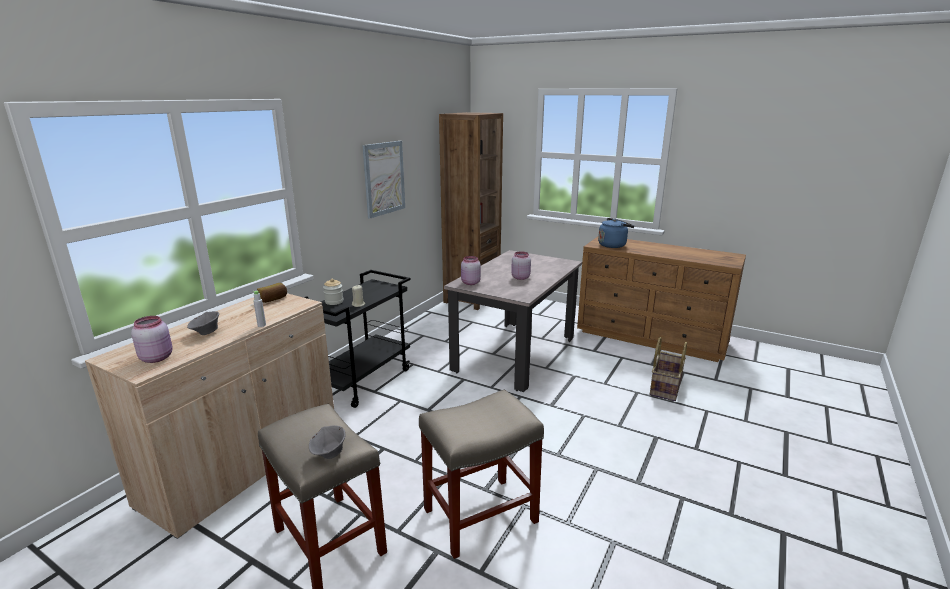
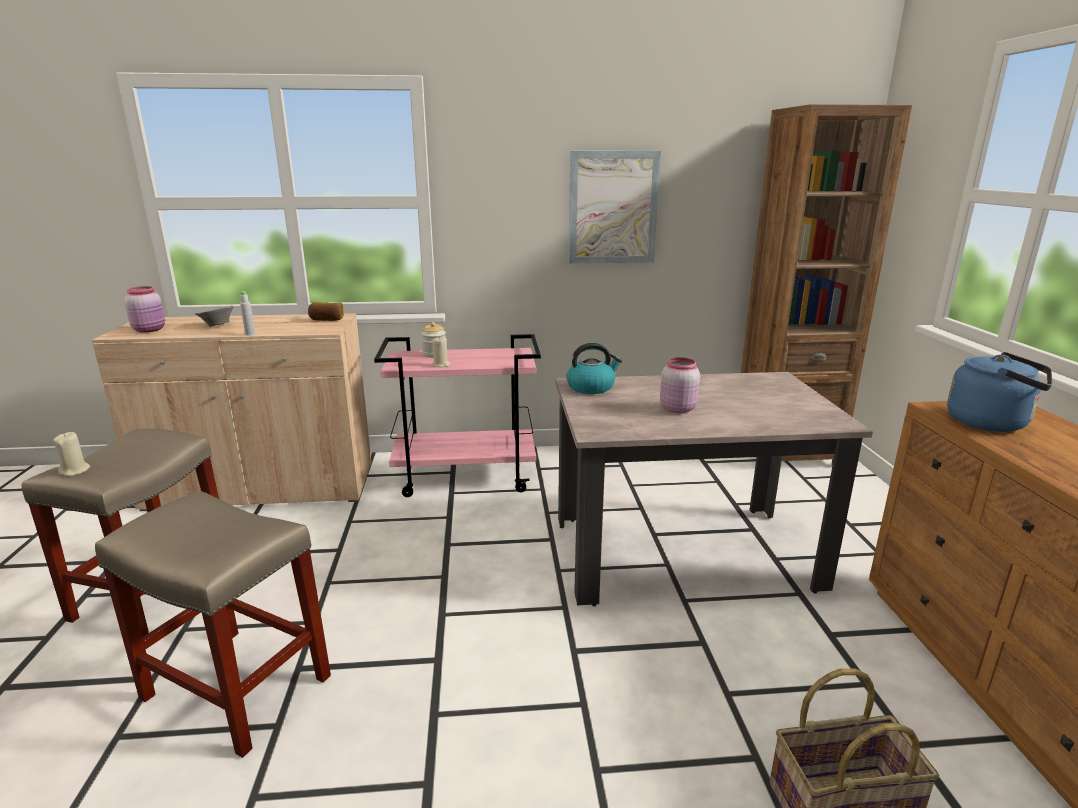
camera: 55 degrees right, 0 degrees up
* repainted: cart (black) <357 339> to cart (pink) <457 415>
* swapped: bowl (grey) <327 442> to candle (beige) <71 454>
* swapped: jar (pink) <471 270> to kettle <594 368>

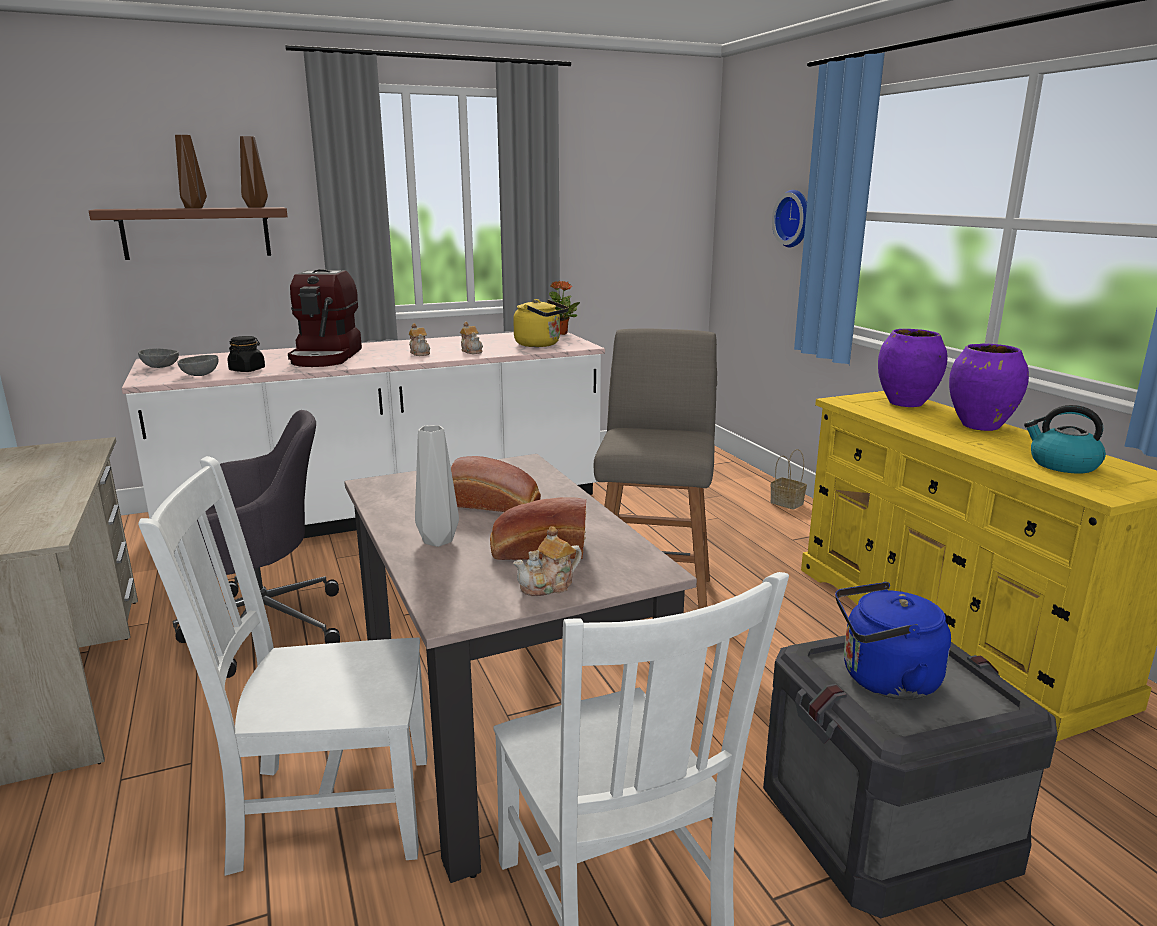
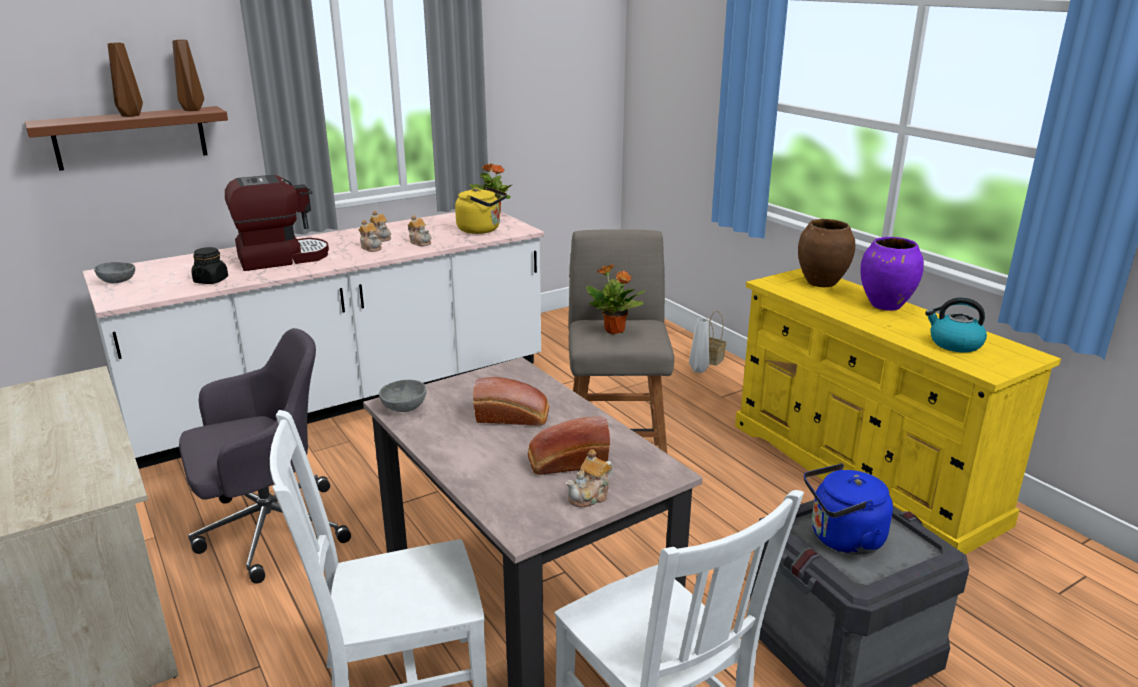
camera: 10 degrees left, 5 degrees up
* shifted: bowl (grey) <197 365> to <403 396>
* rotated: coffee machine <325 318> = <277 223> 105 degrees counterclockwise
* shifted: vase (grey) <437 486> to <699 345>
* gone: wall clock <789 218>
* repainted: vase (purple) <912 368> to vase (brown) <826 253>
* new: teapot <380 226>
* new: potted plant <615 299>

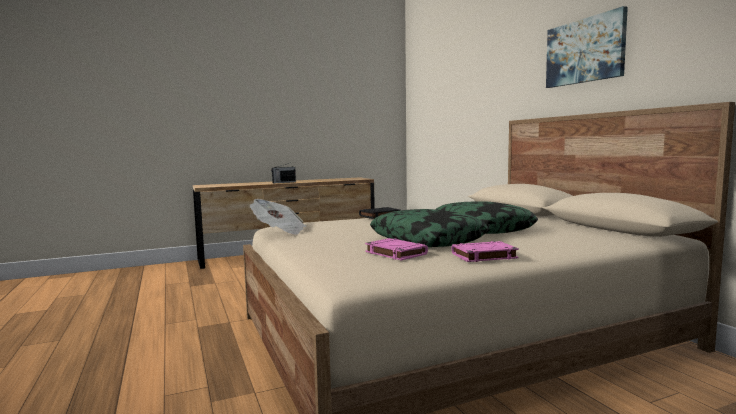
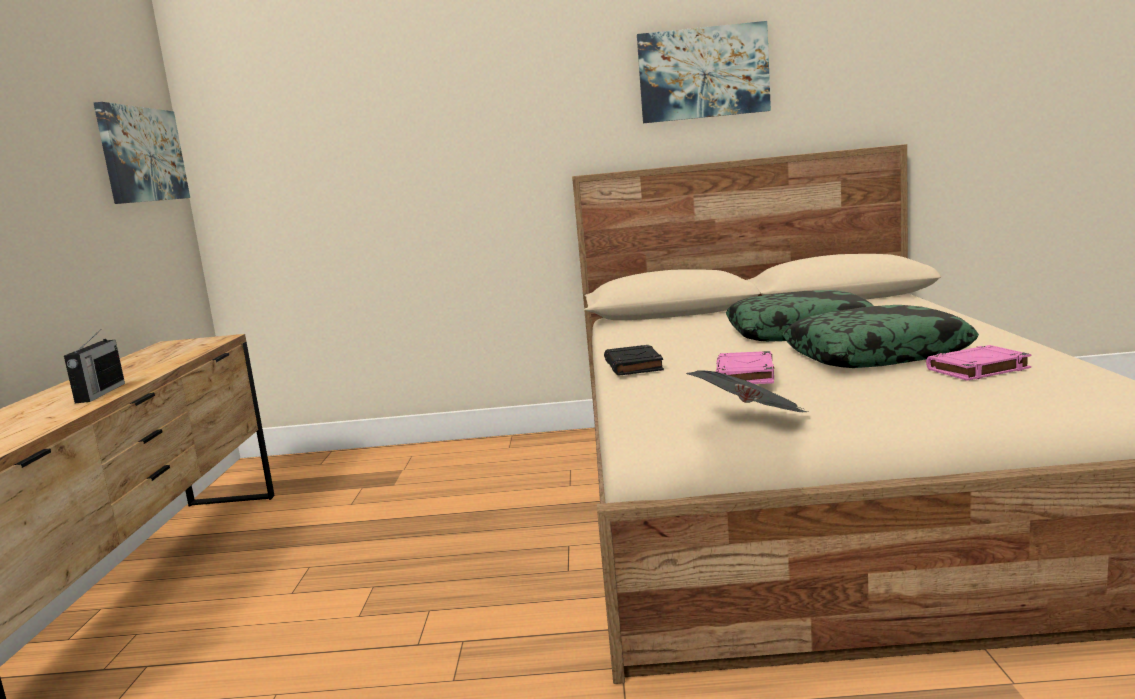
camera: 65 degrees left, 5 degrees up
* shifted: book (pink) <485 251> to <744 367>
* new: picture <142 153>

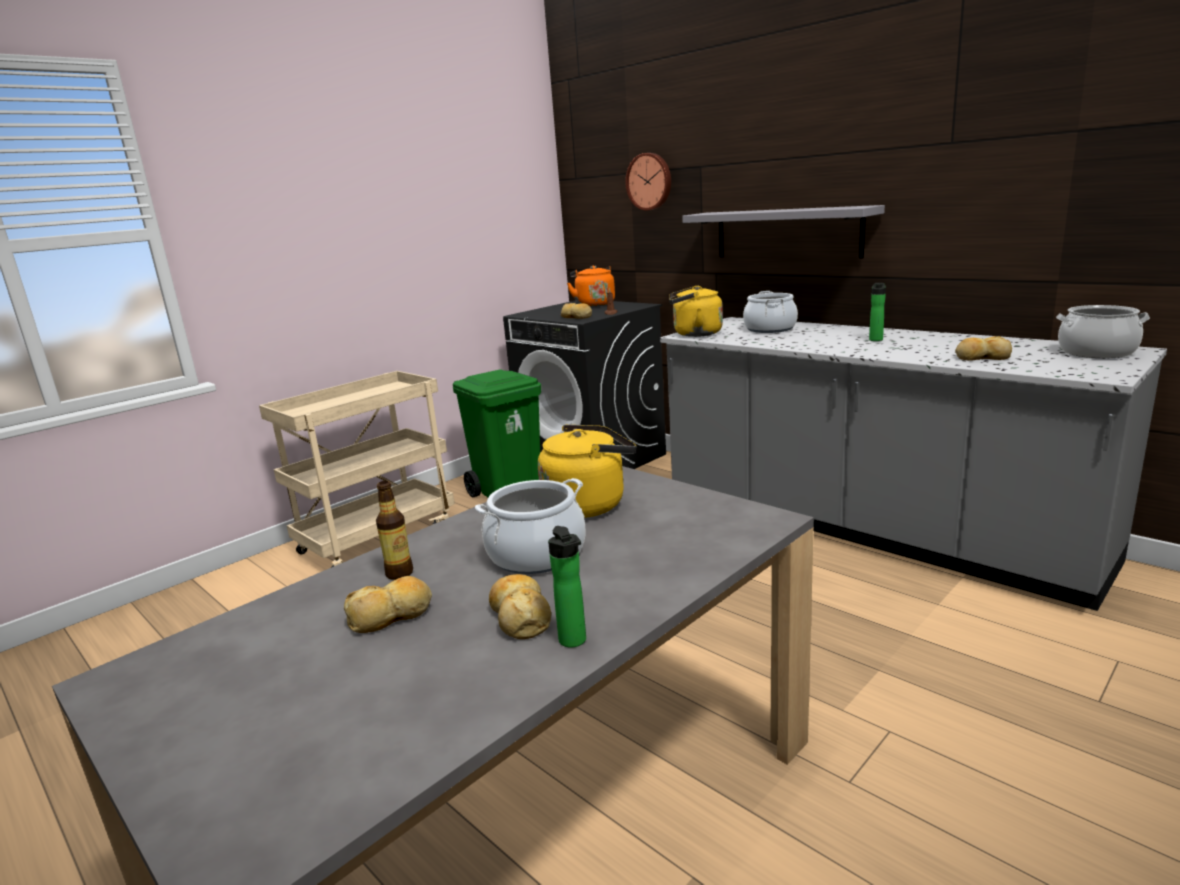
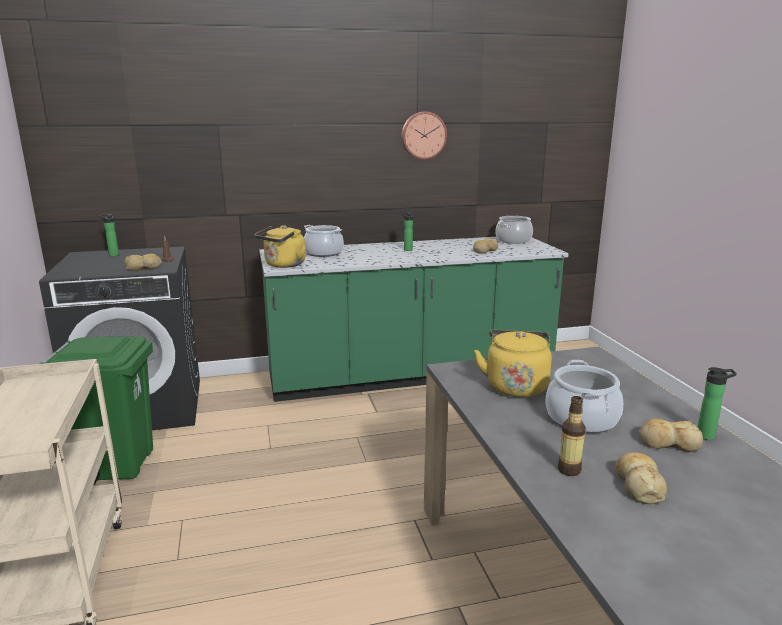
camera: 60 degrees left, 0 degrees up
* swapped: kettle (orange) <591 286> to bottle <109 235>
* shifted: wall clock <648 182> to <424 136>
* repainted: counter (grey) <913 464> to counter (green) <414 319>
* gone: shelf (grey) <783 231>

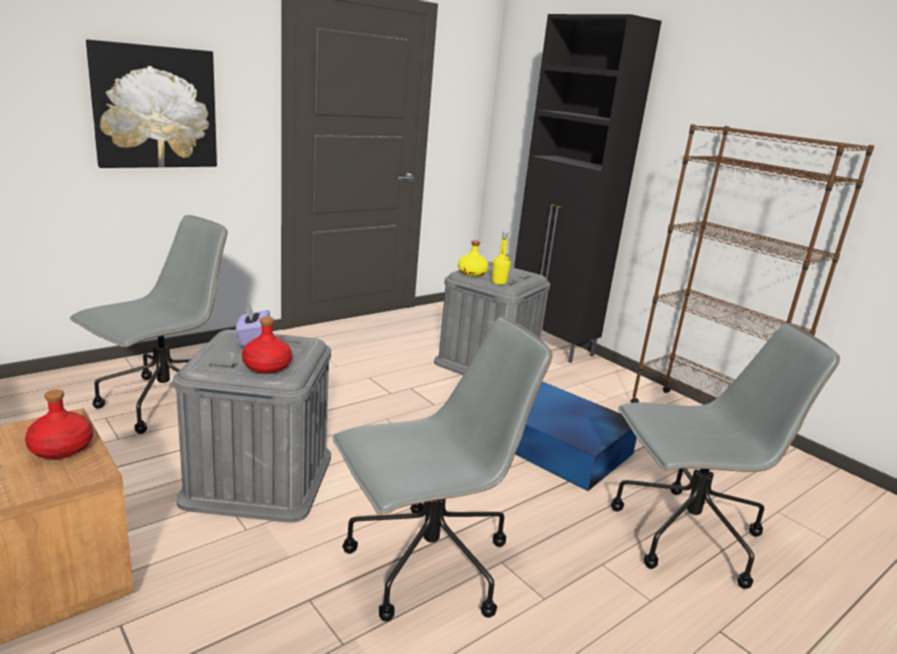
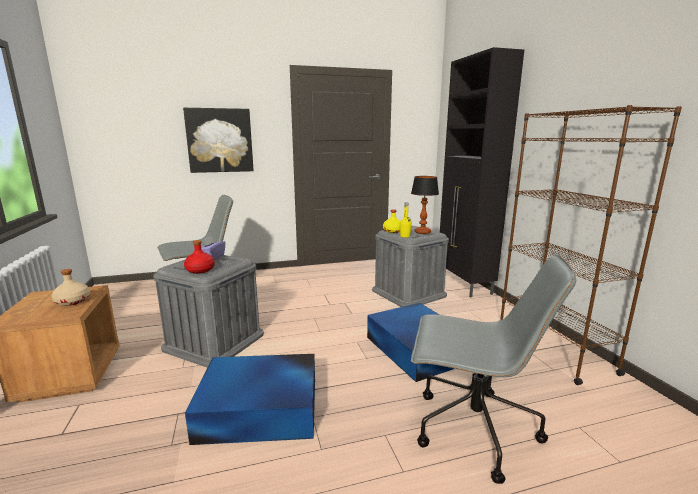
camera: 25 degrees right, 5 degrees down
* repainted: bottle (red) <59 424> to bottle (beige) <71 287>
* swapped: office chair (grey) <443 469> to storage box (blue) <250 399>
* new: table lamp <425 205>

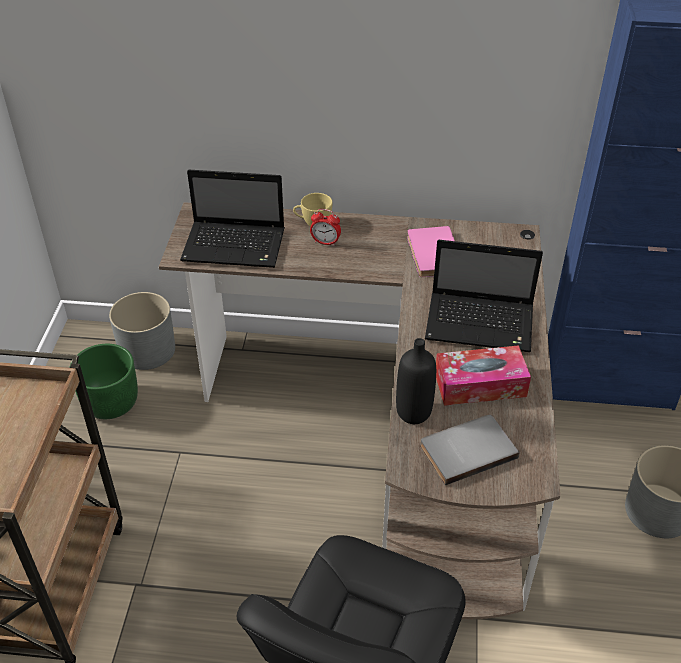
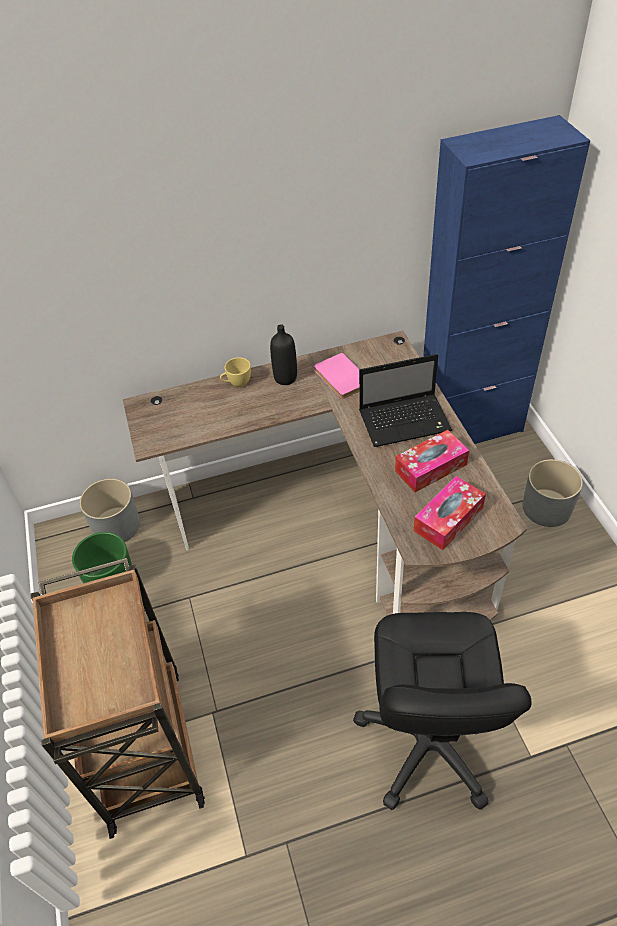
camera: 20 degrees left, 5 degrees up
* gone: laptop <232 219>
* gone: alarm clock <325 227>
* shifted: bottle (black) <416 381> to <283 354>
* swapped: book (grey) <470 450> to tissue box <450 513>

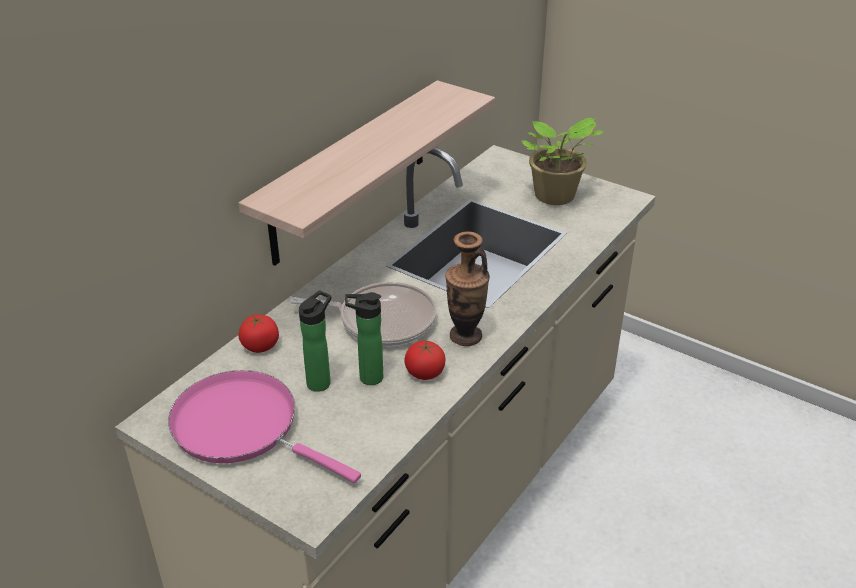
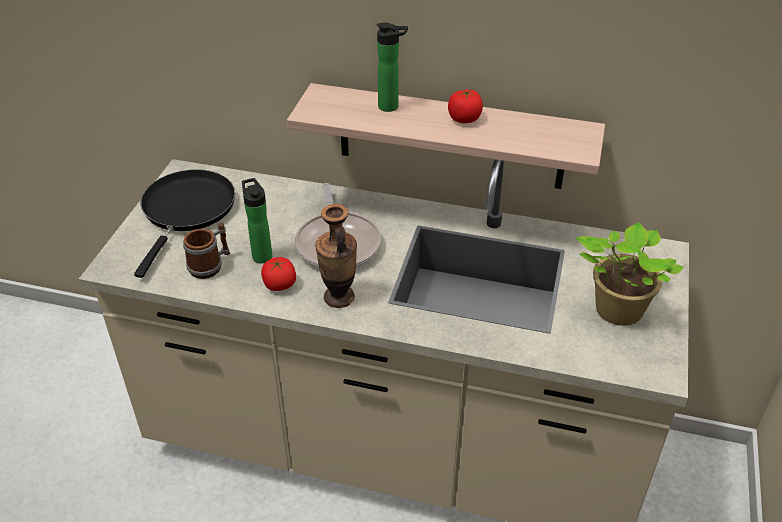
camera: 70 degrees right, 5 degrees up
* repainted: frying pan (pink) <264 426> to frying pan (black) <184 223>
* shifted: tomato <258 333> to <465 106>
* shifted: bottle <315 341> to <392 67>
* new: mug <206 251>

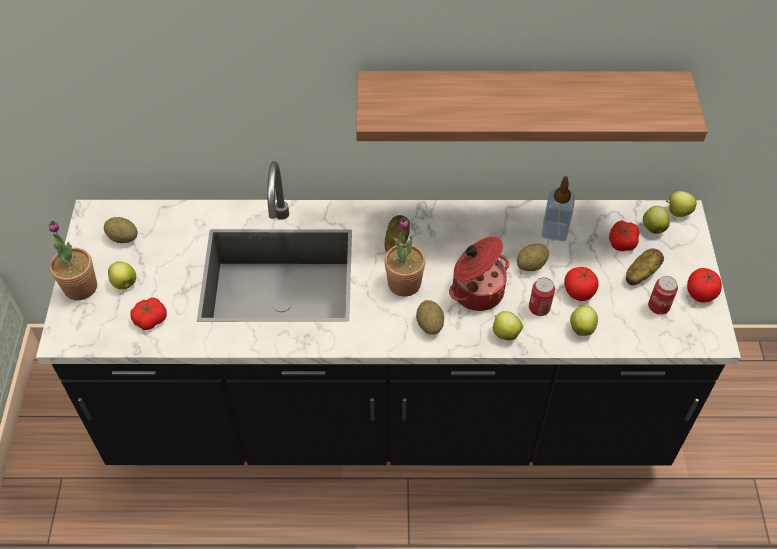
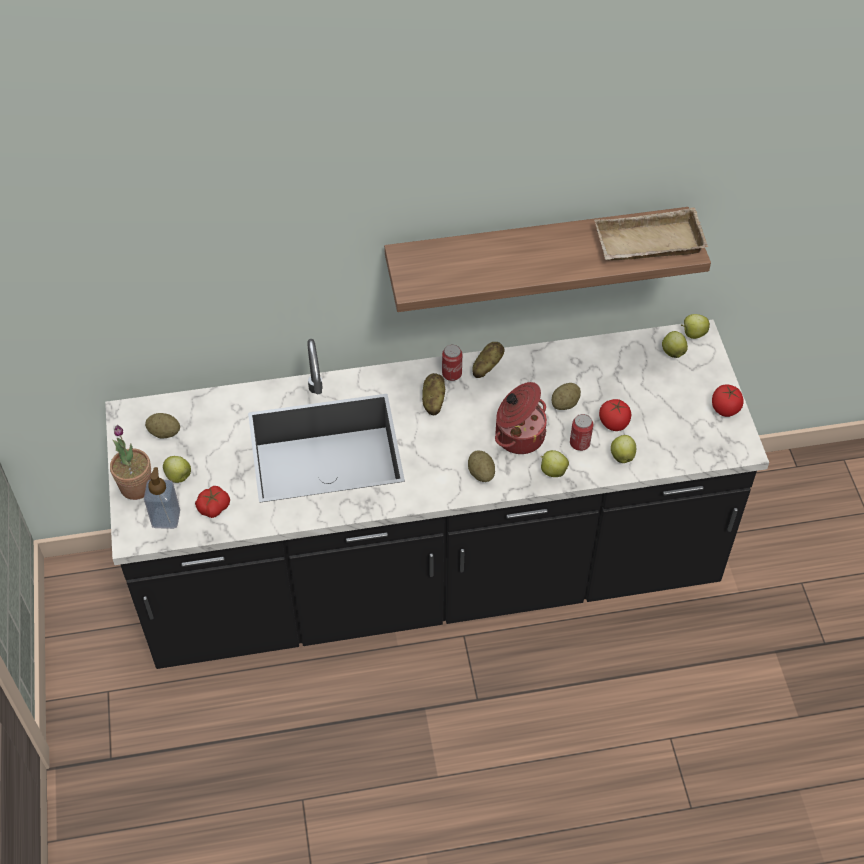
camera: 10 degrees left, 0 degrees up
* gone: potted plant <405 256>
* shifted: soap dispenser <558 208> to <162 498>
* gone: tomato <624 235>
* shifted: potato <645 267> to <488 360>
* shifted: can <663 295> to <452 363>
* new: tray (beige) <651 234>

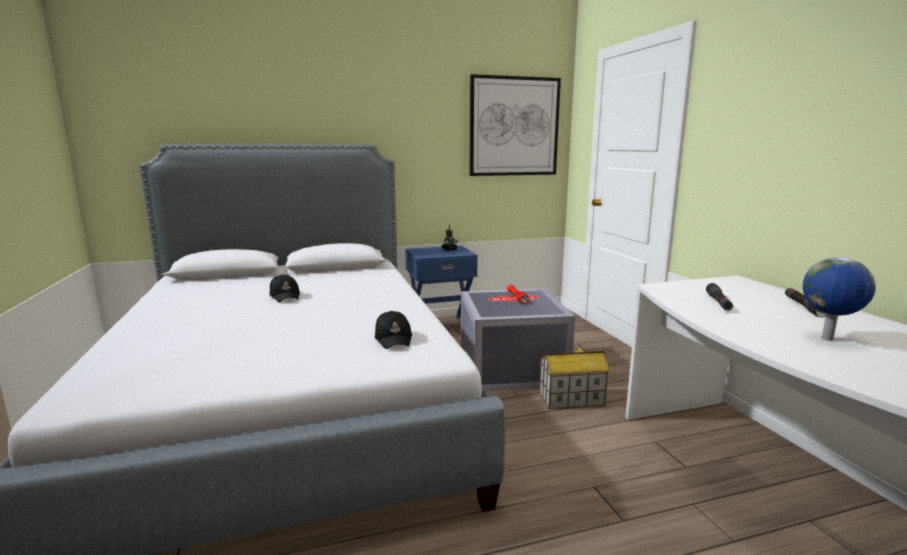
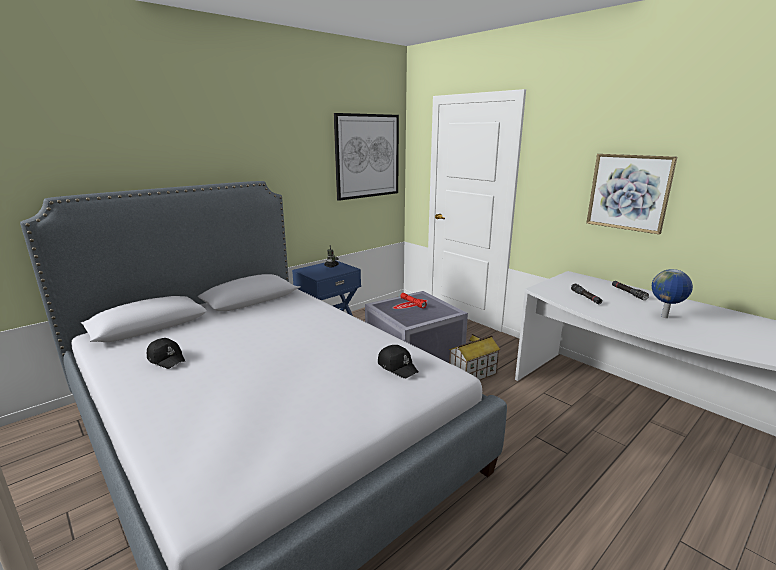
camera: 25 degrees left, 5 degrees up
* shifted: cap (black) <284 288> to <166 353>
* new: picture <631 194>

